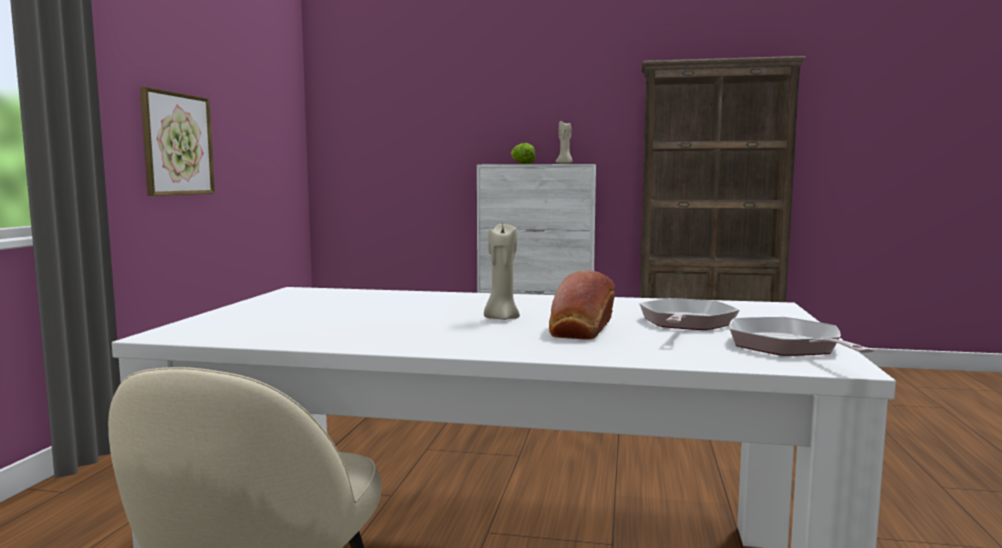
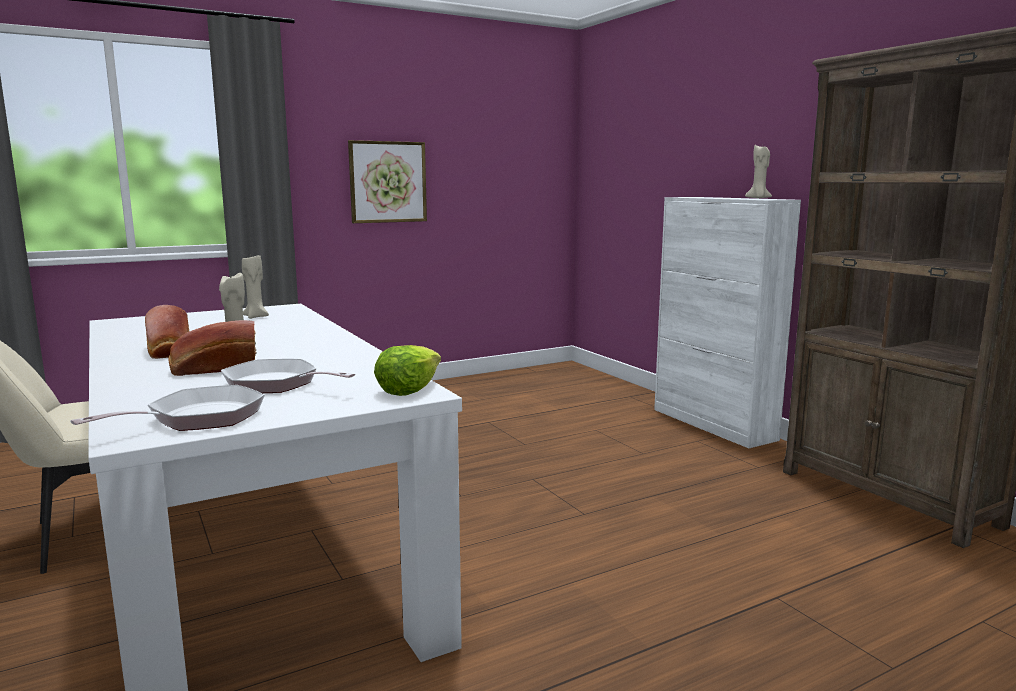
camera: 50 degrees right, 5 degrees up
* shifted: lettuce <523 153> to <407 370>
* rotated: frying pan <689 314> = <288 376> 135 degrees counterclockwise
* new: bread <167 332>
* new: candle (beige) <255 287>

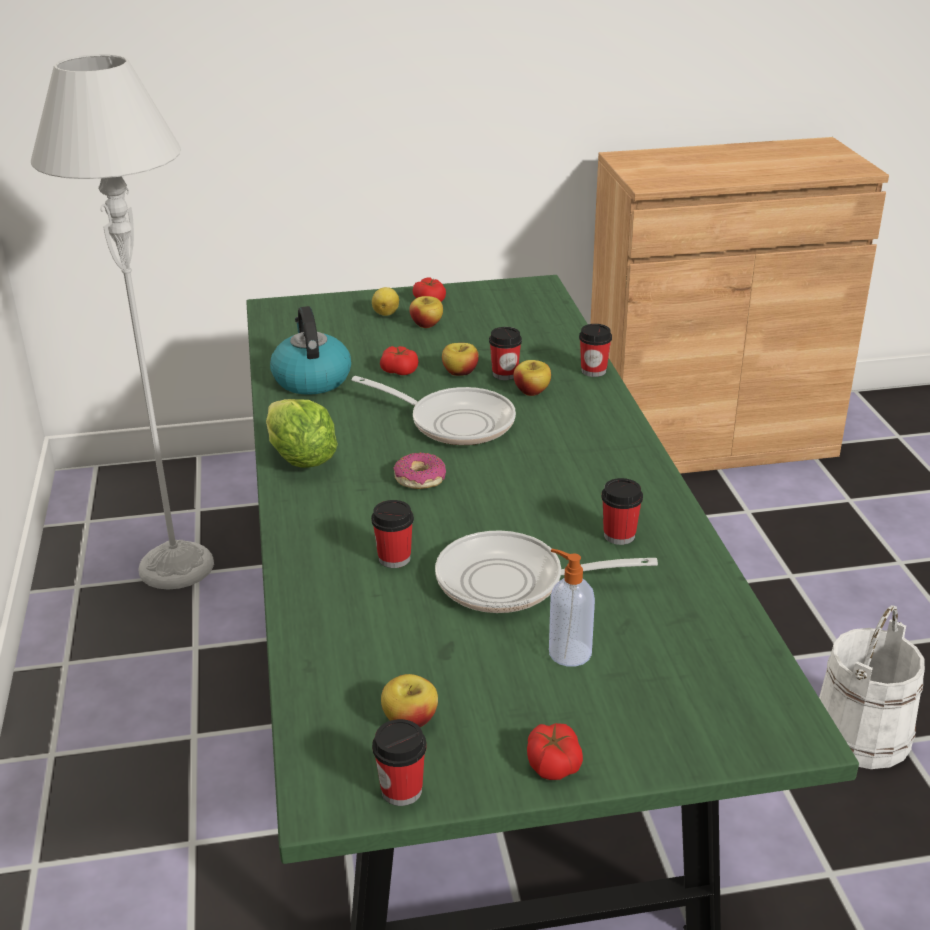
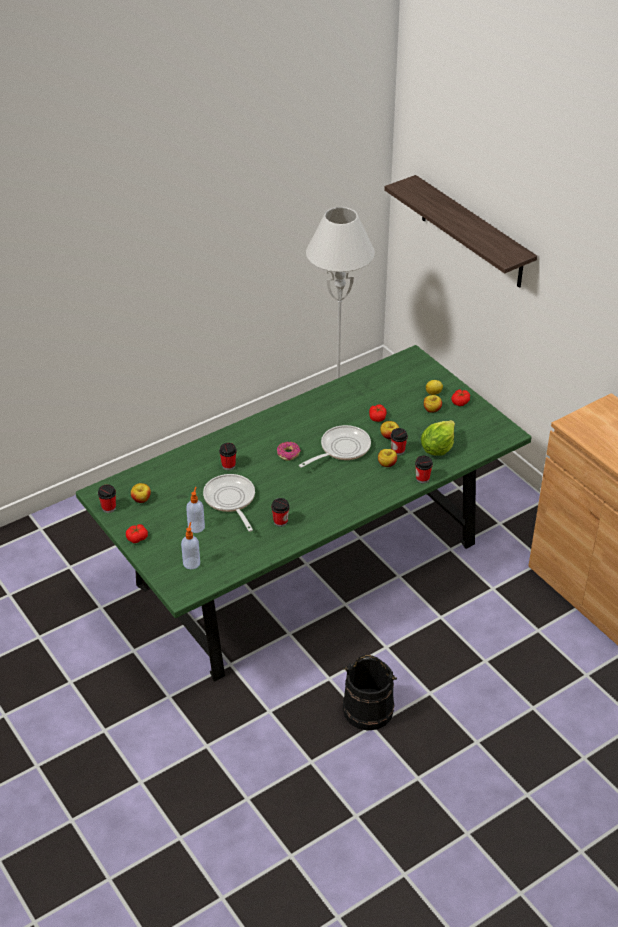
camera: 65 degrees right, 10 degrees up
* shifted: lettuce <302 433> to <438 438>
* gone: kettle <310 350>
* rotated: frying pan <433 410> = <335 446> 135 degrees counterclockwise
* repainted: bucket (white) <872 687> to bucket (black) <370 693>
* new: soap dispenser <190 545>
* new: shelf <460 231>

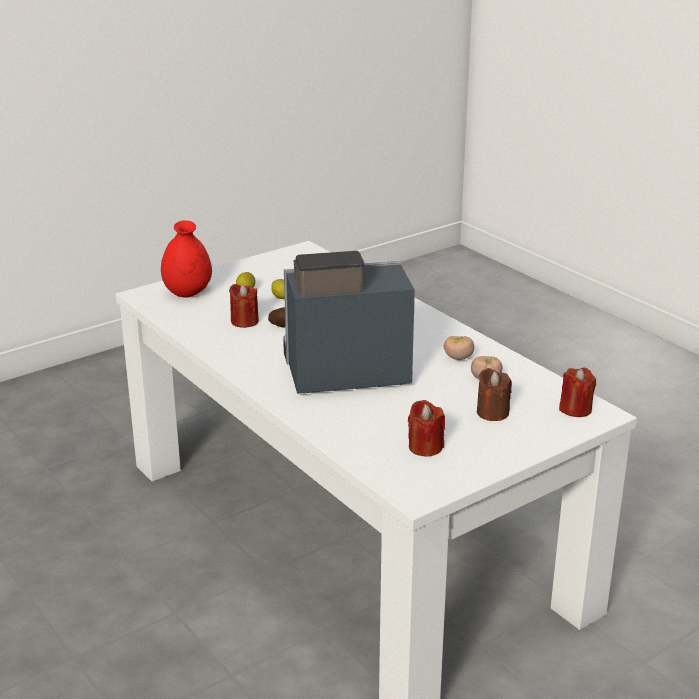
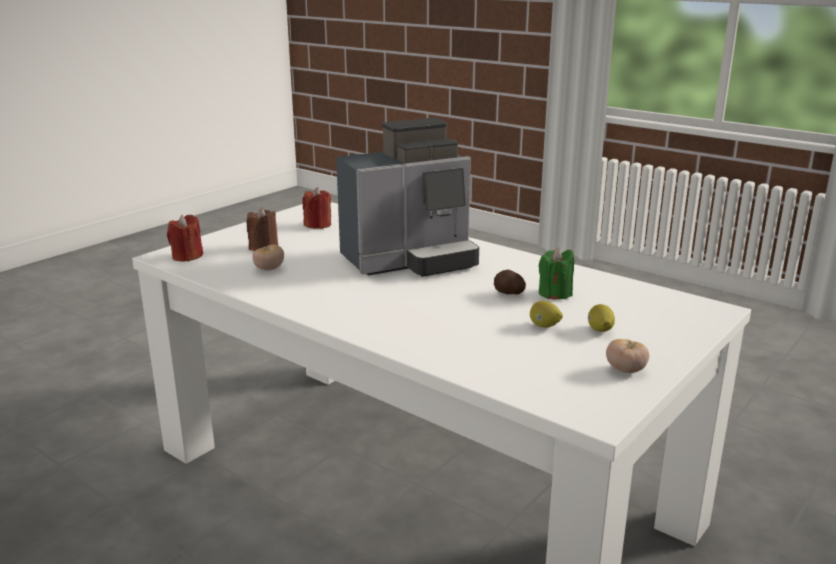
camera: 165 degrees right, 5 degrees down
* gone: vase (red) <186 258>
* repainted: candle (red) <244 306> to candle (green) <556 273>
* shifted: tomato <459 348> to <627 356>

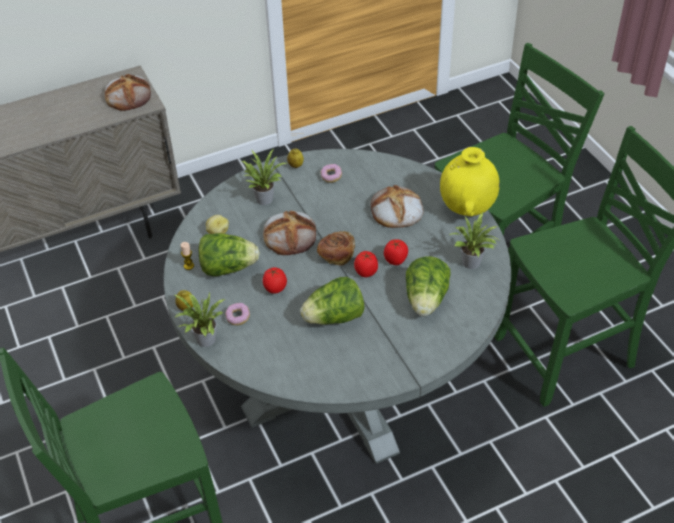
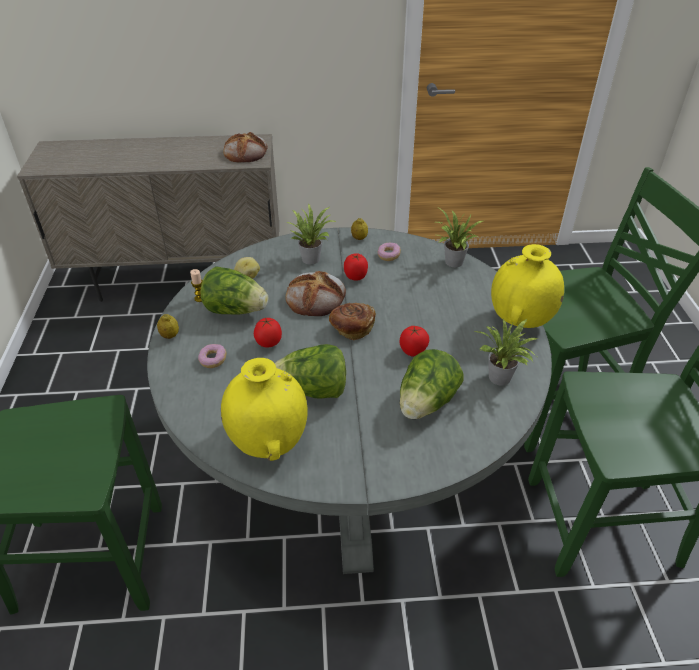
camera: 20 degrees right, 5 degrees down
* shifted: potted plant <200 319> to <459 237>
* shifted: tomato <366 264> to <356 267>
* gone: bread <397 206>
* new: vase (yellow) <264 409>

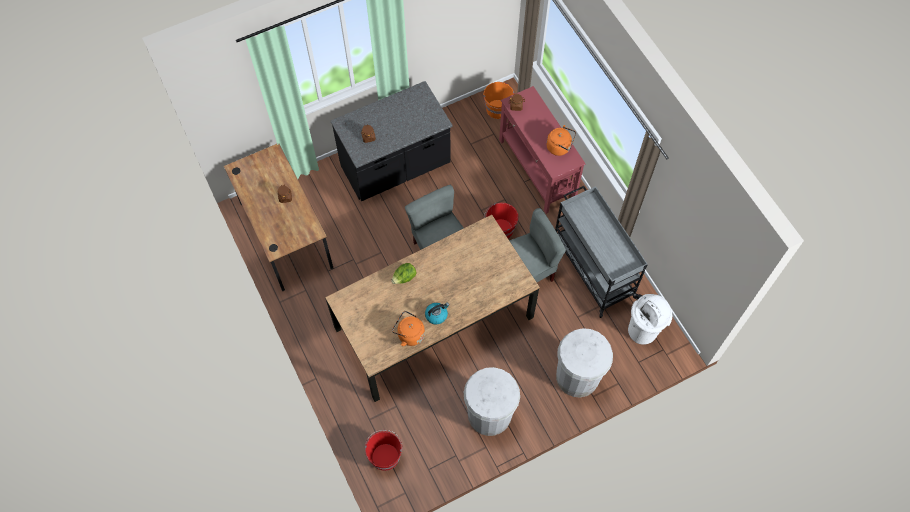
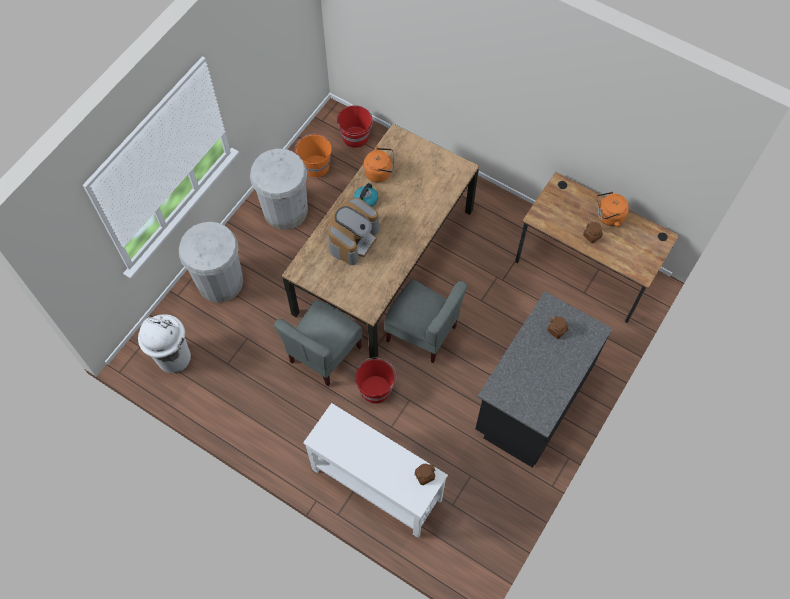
camera: 150 degrees right, 0 degrees up
* gone: lettuce <404 273>
* shifted: bucket (orange) <499 100> to <313 156>
* repainted: console table (red) <542 150> to console table (white) <375 470>
* shifted: kettle (orange) <561 140> to <612 209>
* gone: cart (grey) <601 252>
* new: coffee machine <353 231>

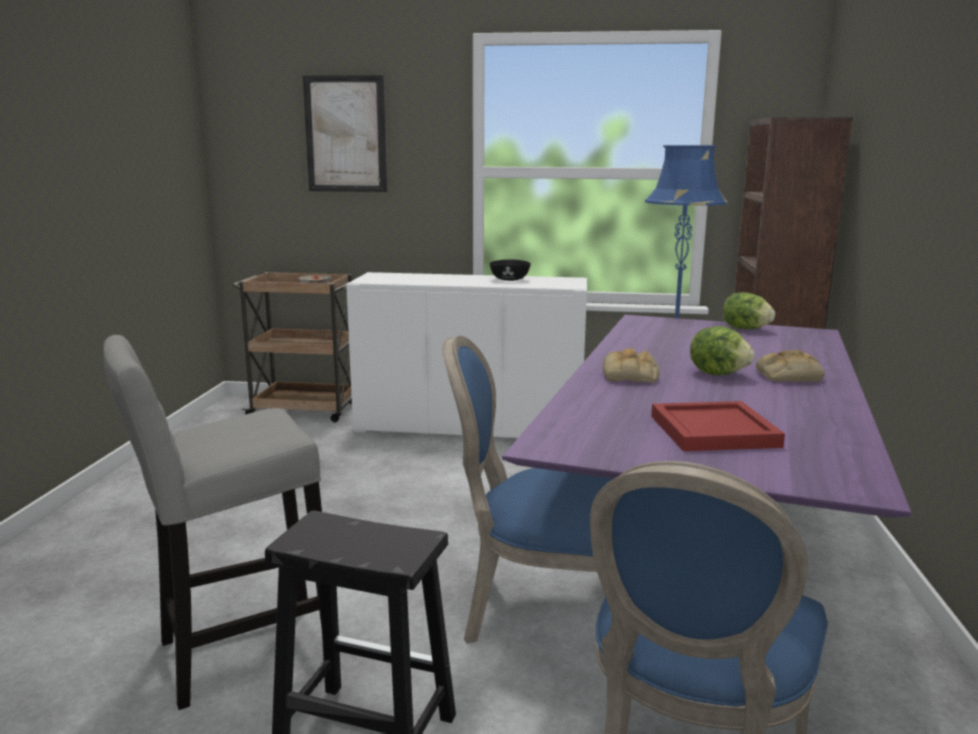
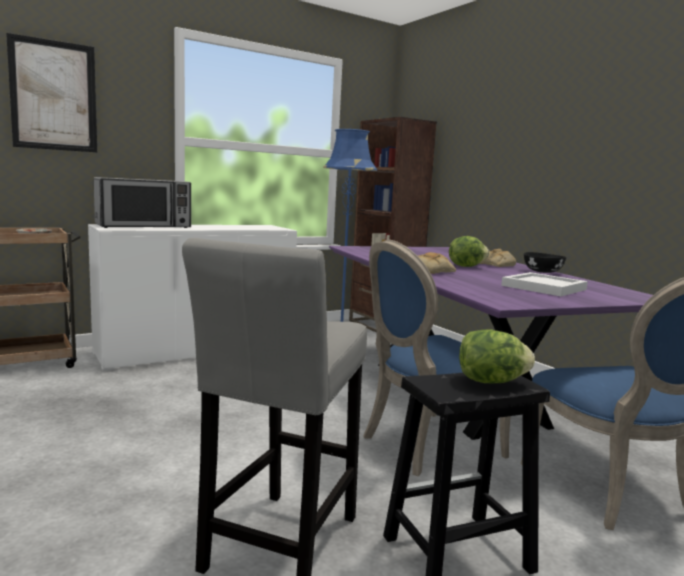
camera: 40 degrees left, 5 degrees down
* shifted: bowl (black) <510 270> to <545 262>
* repainted: tray (red) <718 426> to tray (white) <544 284>
* shifted: lettuce <749 310> to <497 356>
* new: microwave <142 202>

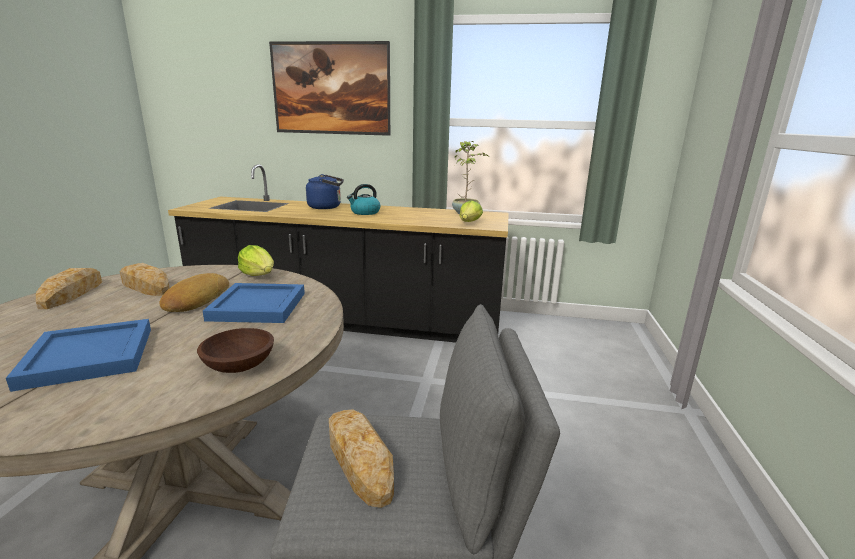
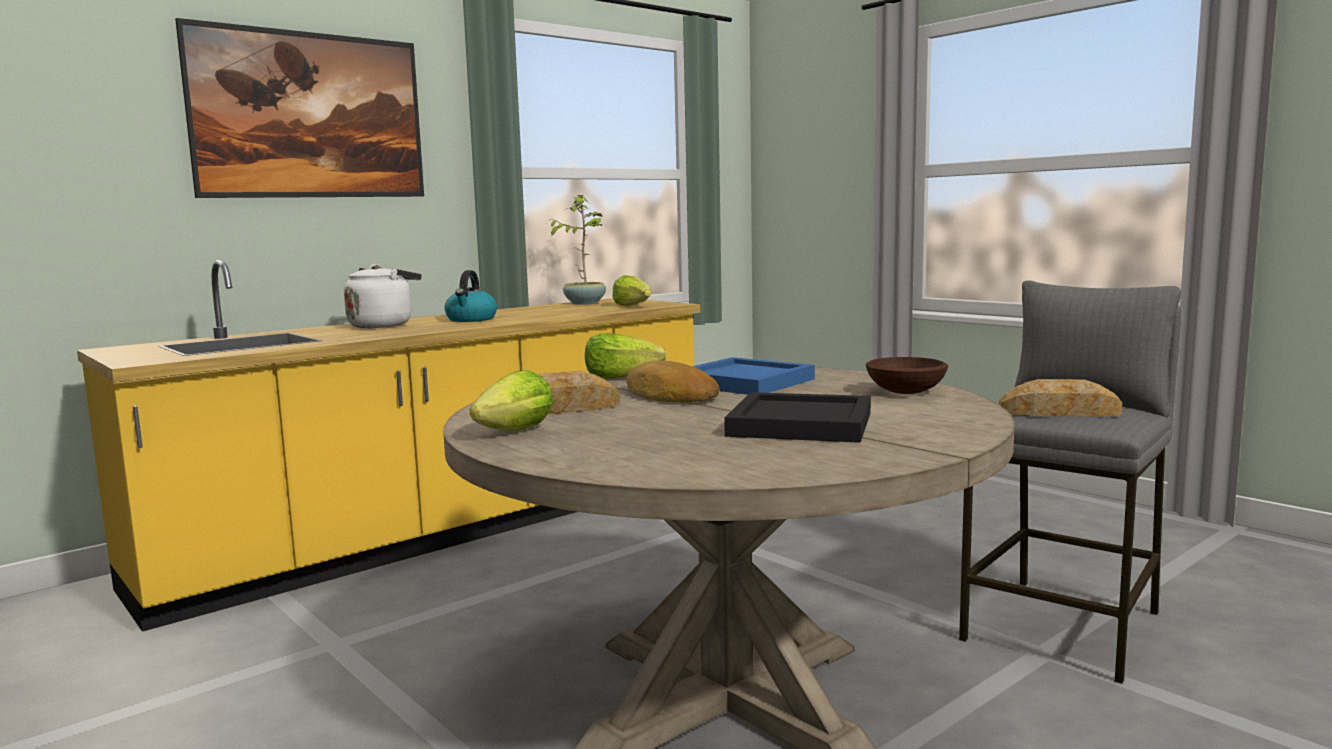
camera: 50 degrees left, 10 degrees down
* repainted: tray (blue) <78 355> to tray (black) <797 417>
* swapped: bread <69 288> to lettuce <512 400>
* repainted: counter (black) <338 253> to counter (yellow) <388 446>
* repainted: kettle (blue) <325 191> to kettle (white) <383 296>

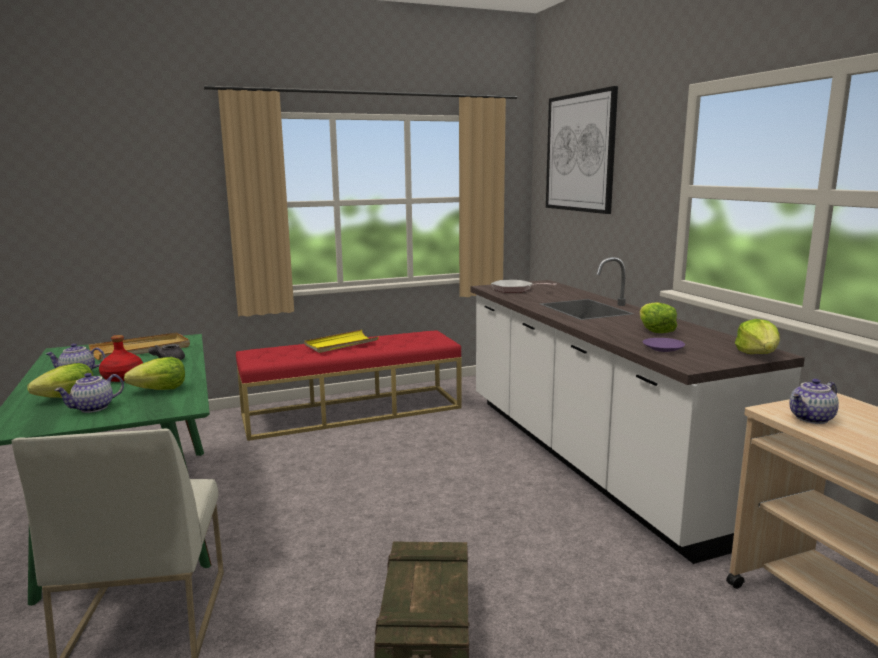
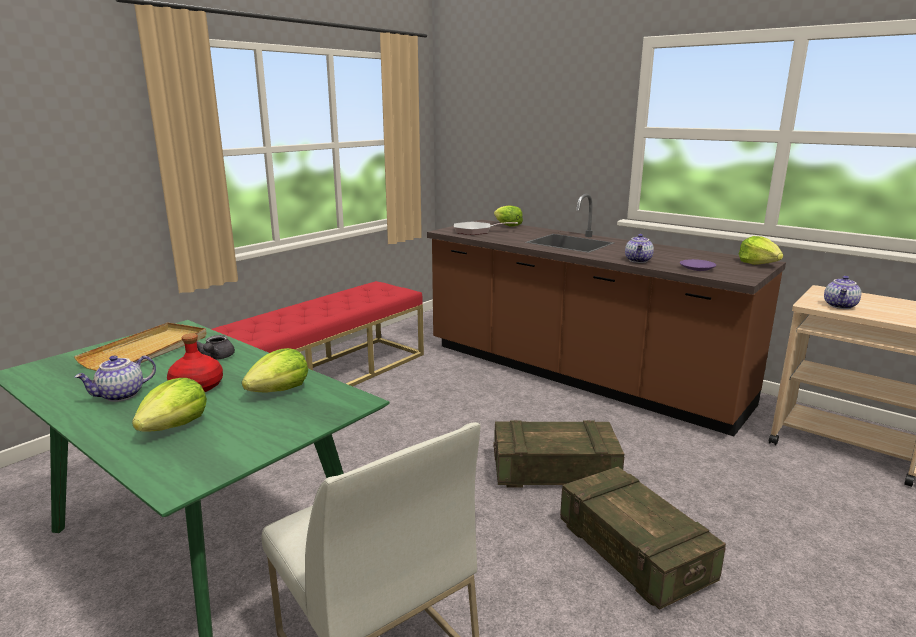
camera: 30 degrees left, 5 degrees up
* shifted: teapot <89 393> to <639 248>
* gone: tray (yellow) <341 341>
* repainted: counter (white) <637 410> to counter (brown) <606 315>
* gone: picture <582 150>
* shifted: lettuce <658 317> to <508 216>
* new: crate <558 454>

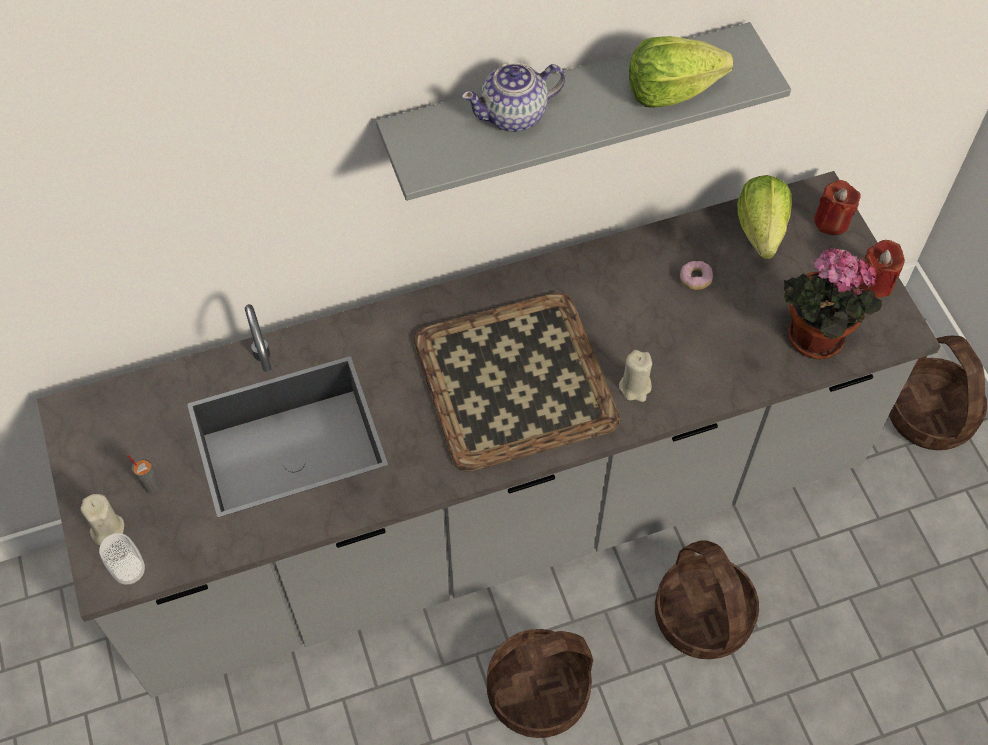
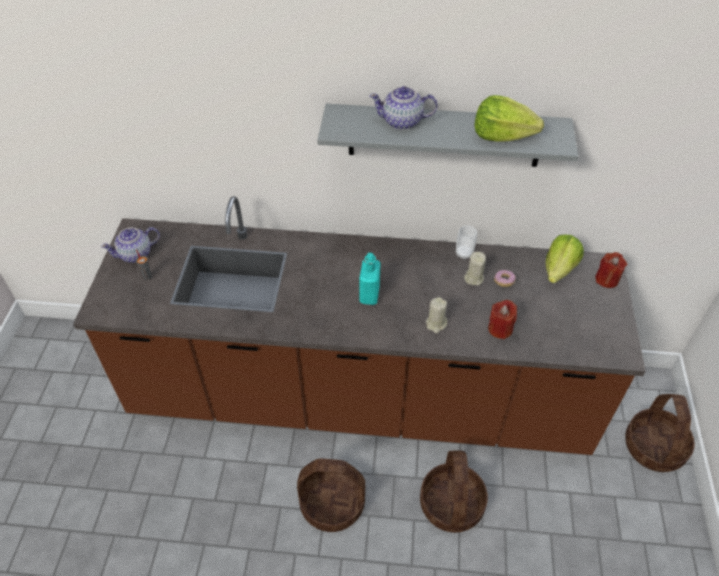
camera: 25 degrees right, 10 degrees down
* repainted: counter (grey) <489 434> to counter (brown) <359 325>
* shifted: candle (beige) <102 519> to <475 268>
* shifted: cup <122 559> to <466 243>
* swapped: tray <516 382> to bottle (turquoise) <370 279>
* gone: potted plant <833 303>
* shifted: candle (red) <882 269> to <502 319>
* new: teapot <130 245>

